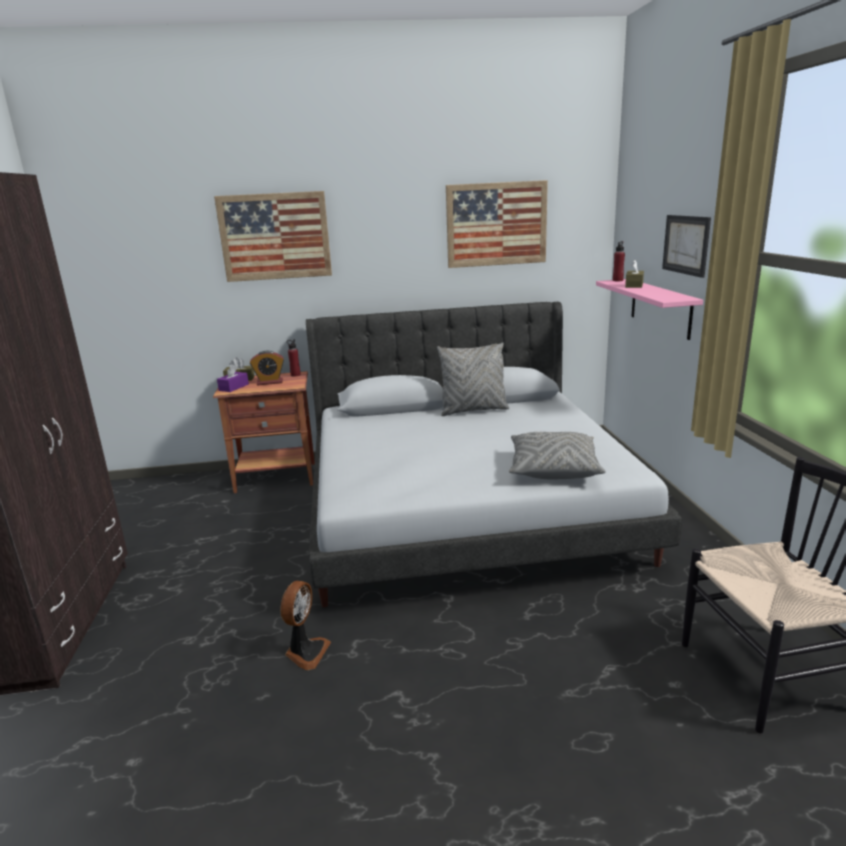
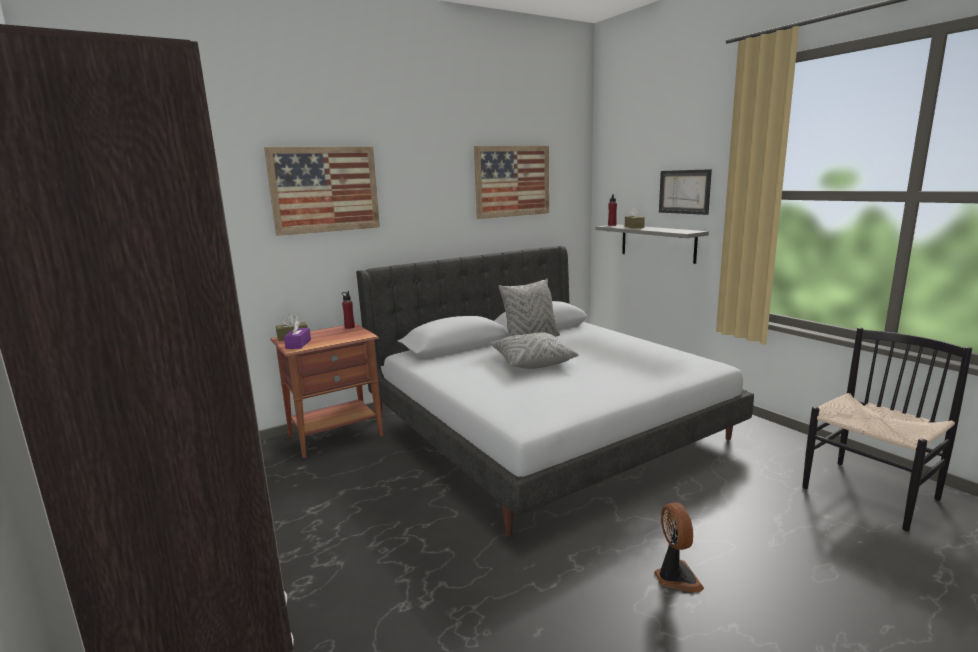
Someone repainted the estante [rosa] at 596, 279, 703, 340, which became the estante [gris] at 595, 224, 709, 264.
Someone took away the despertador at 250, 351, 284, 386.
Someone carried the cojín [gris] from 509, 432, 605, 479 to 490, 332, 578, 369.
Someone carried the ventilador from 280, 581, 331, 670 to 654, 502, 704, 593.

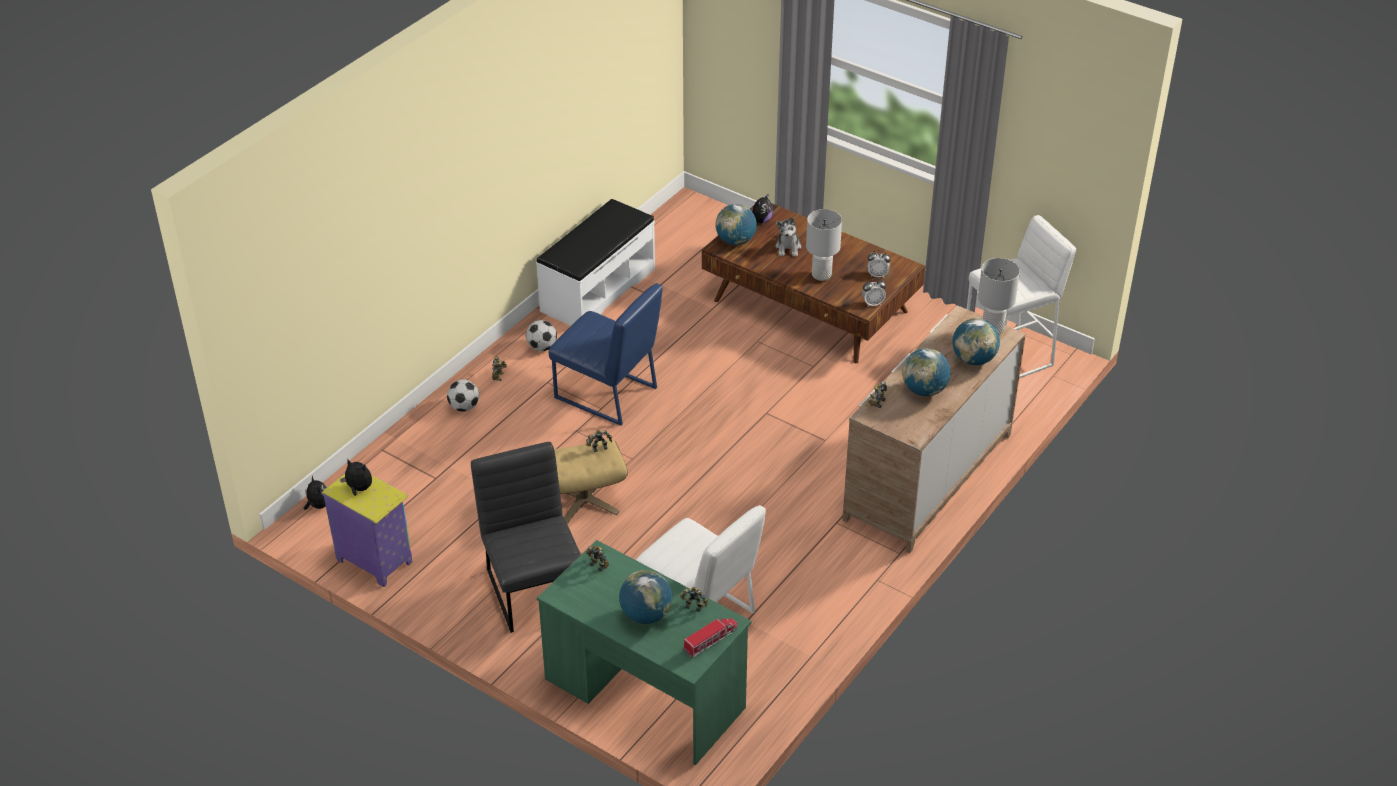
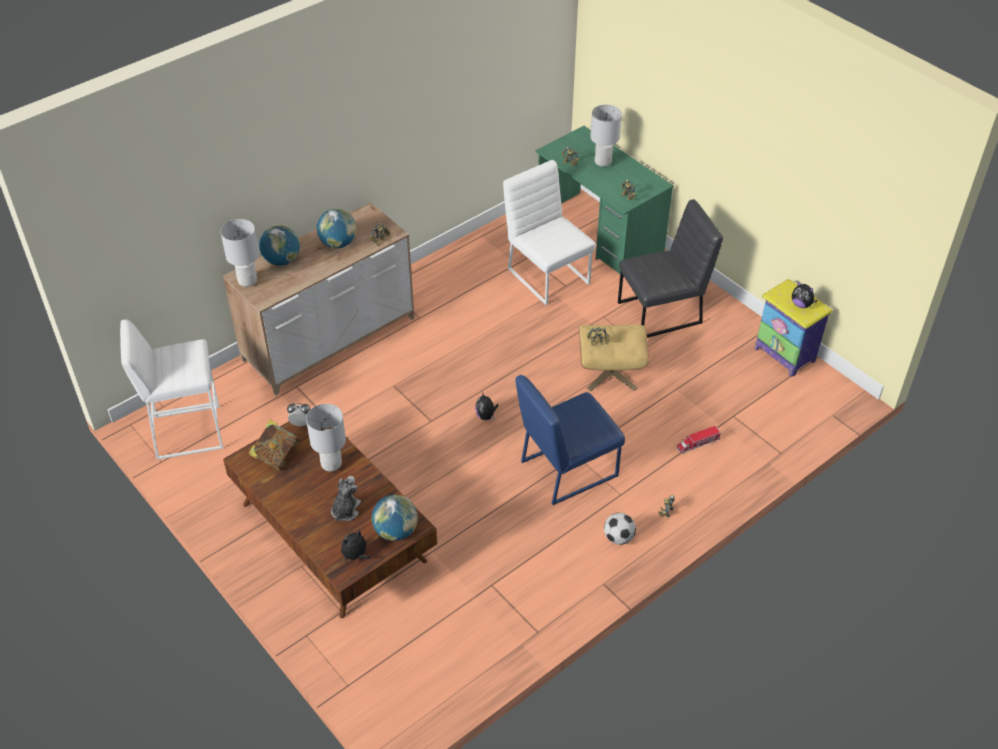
Someone took away the banco [blanco] at 536, 199, 655, 326.
Someone swapped the despertador at 867, 250, 891, 278 for the libro at 249, 420, 299, 470.
Someone rotated the silla [azul] at 549, 283, 663, 426 by 75 degrees counterclockwise.
Someone took away the balón de fútbol at 447, 379, 479, 412.
Someone rotated the silla [gris] at 471, 442, 581, 633 by 105 degrees counterclockwise.
Someone carried the peluche from 304, 475, 327, 510 to 475, 392, 498, 420.
Someone swapped the globo terráqueo at 619, 570, 672, 624 for the lámpara de mesa [gris] at 590, 105, 622, 167.
Someone carried the camión de juguete from 683, 617, 737, 658 to 677, 426, 721, 454.

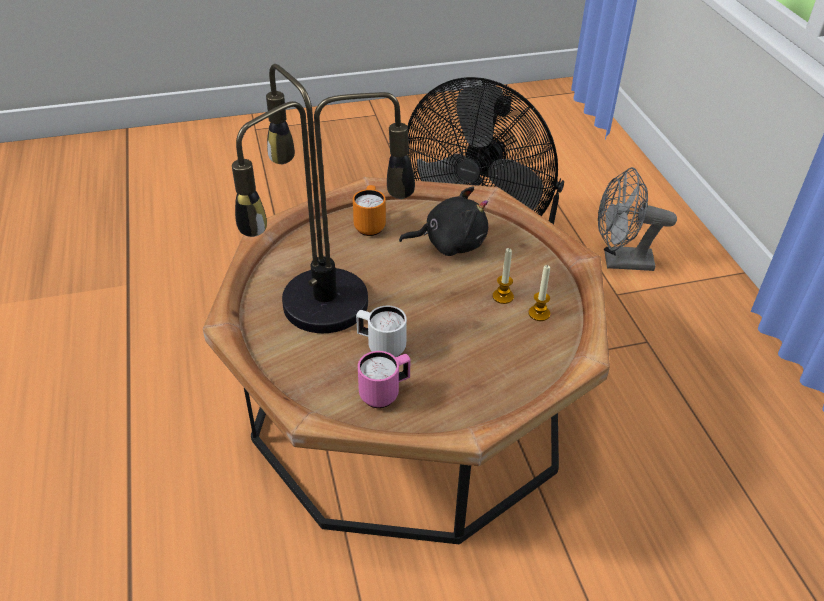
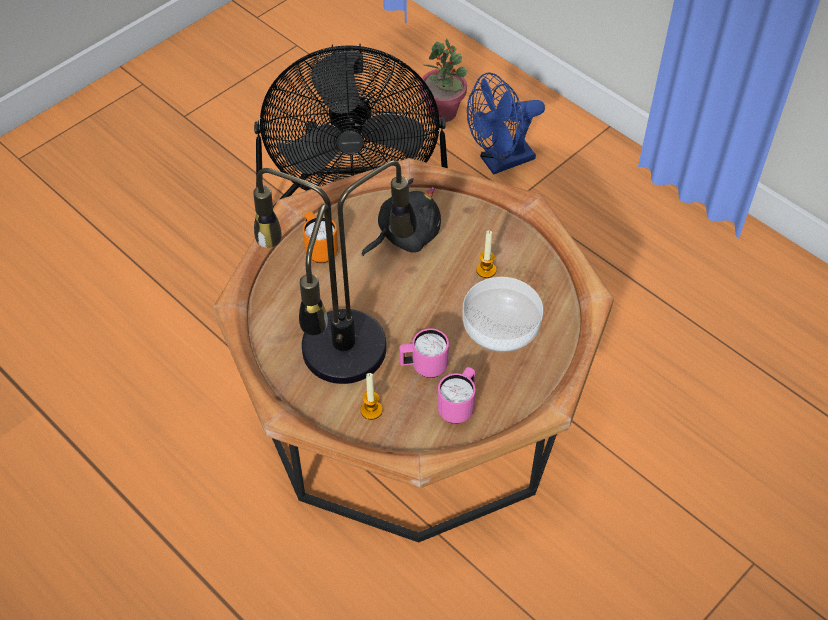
Someone repainted the ventilador [gris] at 598, 167, 677, 271, which became the ventilador [azul] at 467, 73, 545, 175.
Someone carried the vela from 529, 265, 550, 321 to 360, 373, 383, 420.
Someone repainted the taza grande [blanco] at 356, 306, 407, 357, which became the taza grande [rosa] at 400, 328, 449, 378.
Someone put down the planta en maceta at 419, 39, 467, 122.
Someone put down the cuenco at 462, 277, 543, 352.

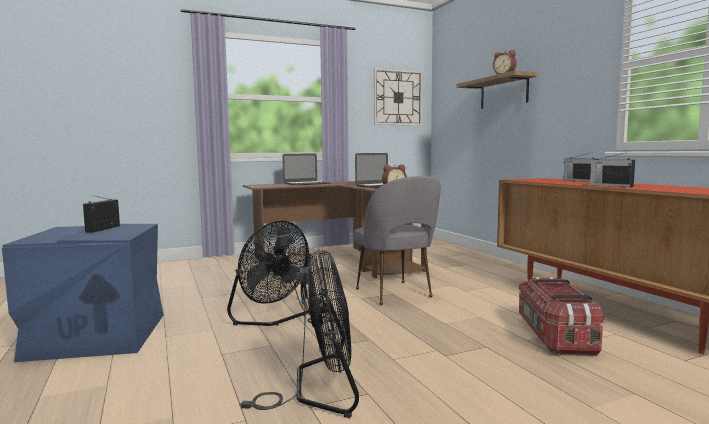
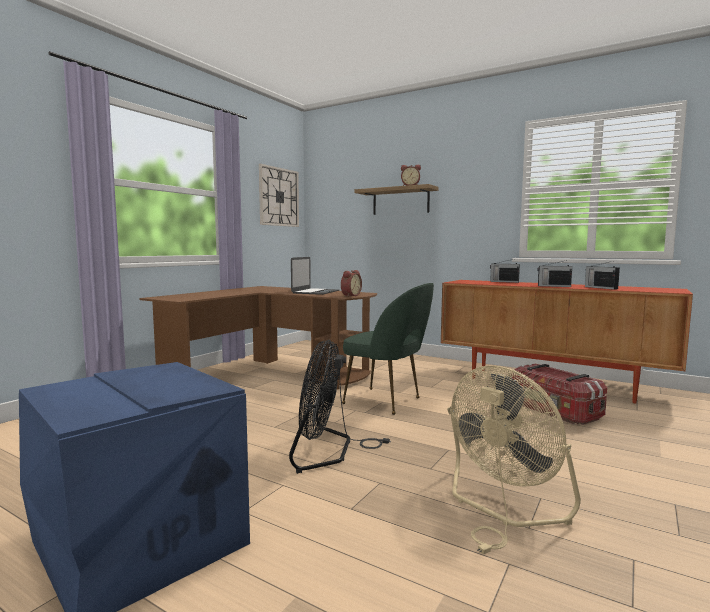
Someone took away the portátil at 282, 153, 330, 185.
Someone repainted the silla [gris] at 354, 176, 441, 305, which became the silla [verde] at 342, 283, 434, 415.
Someone carried the radio from 83, 195, 120, 233 to 585, 261, 620, 290.
Someone repainted the ventilador [negro] at 240, 249, 359, 419, which became the ventilador [beis] at 447, 366, 581, 554.

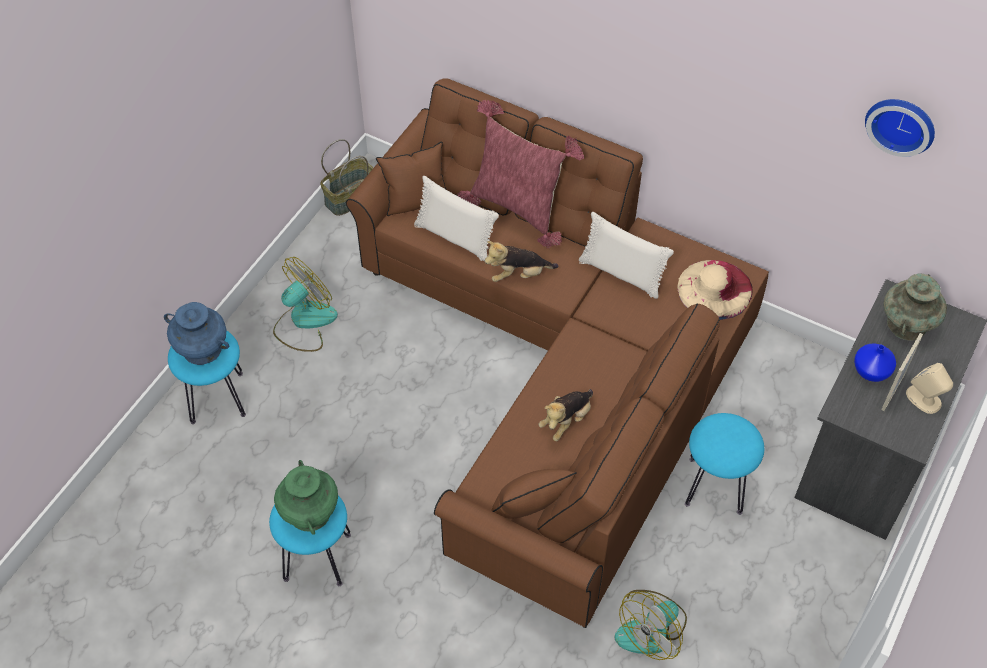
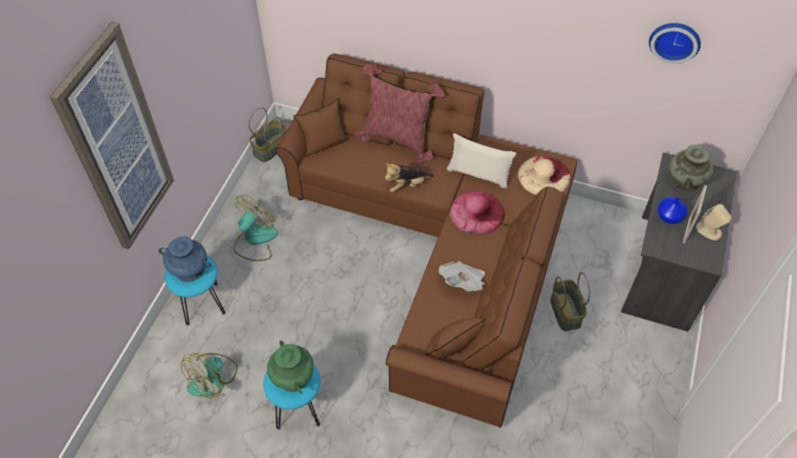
Someone took away the cojín [blanco] at 414, 176, 499, 262.
Someone swapped the peluche at 539, 389, 593, 441 for the periódico at 439, 261, 486, 292.
Someone swapped the taburete [turquesa] at 685, 413, 764, 515 for the cesta at 550, 272, 590, 331.
Someone carried the ventilador from 615, 590, 687, 660 to 181, 353, 238, 398.
Someone put up the cuadro at 49, 21, 174, 250.
Someone put down the sombrero [rosa] at 450, 191, 505, 235.

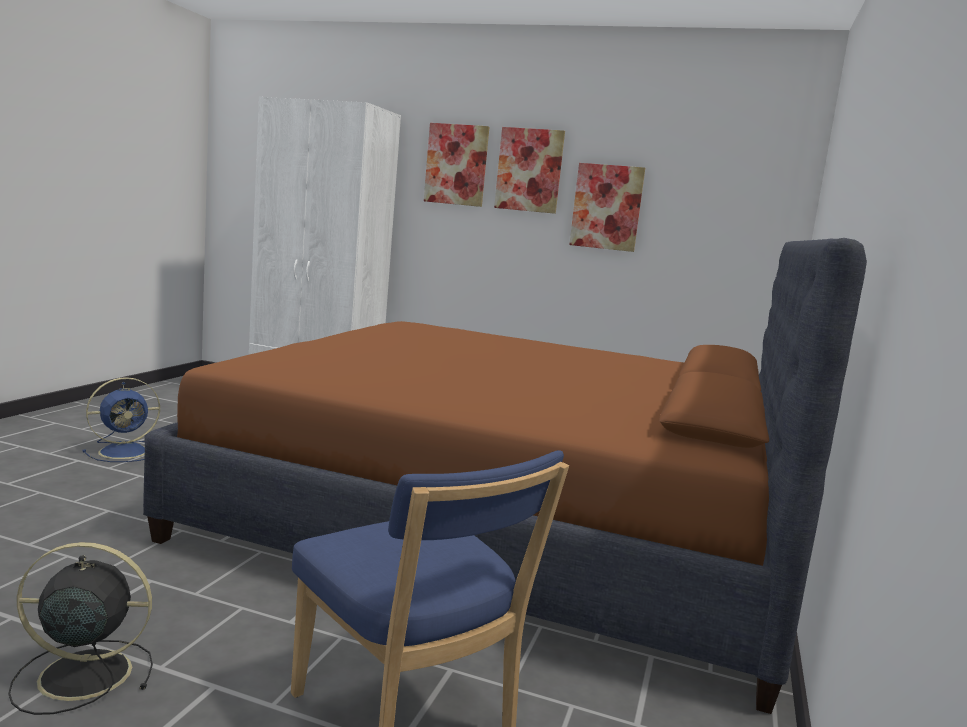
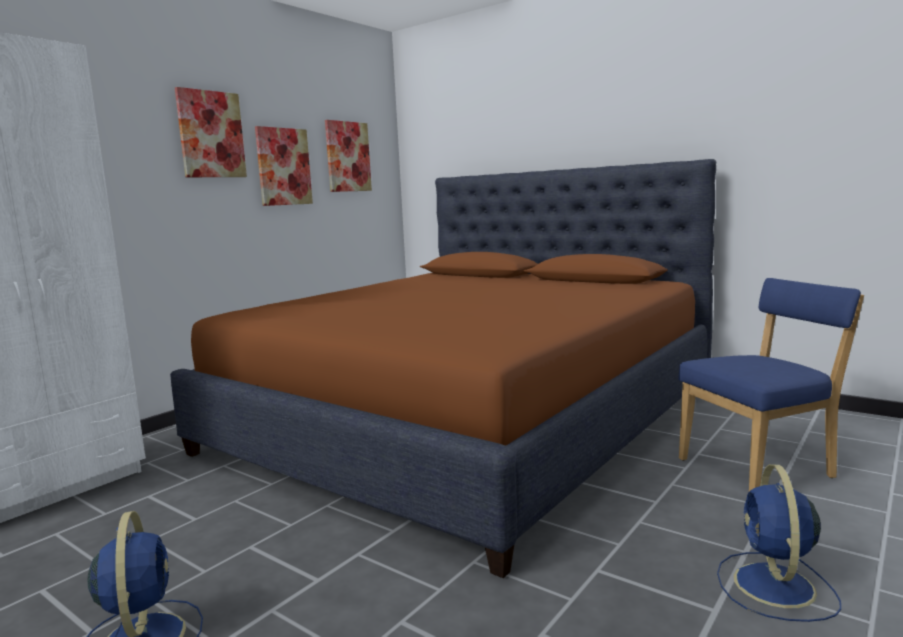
Someone carried the cuadro from 424, 123, 489, 207 to 325, 120, 372, 192.
Someone repainted the ventilador [negro] at 8, 542, 153, 715, which became the ventilador [azul] at 717, 464, 841, 622.

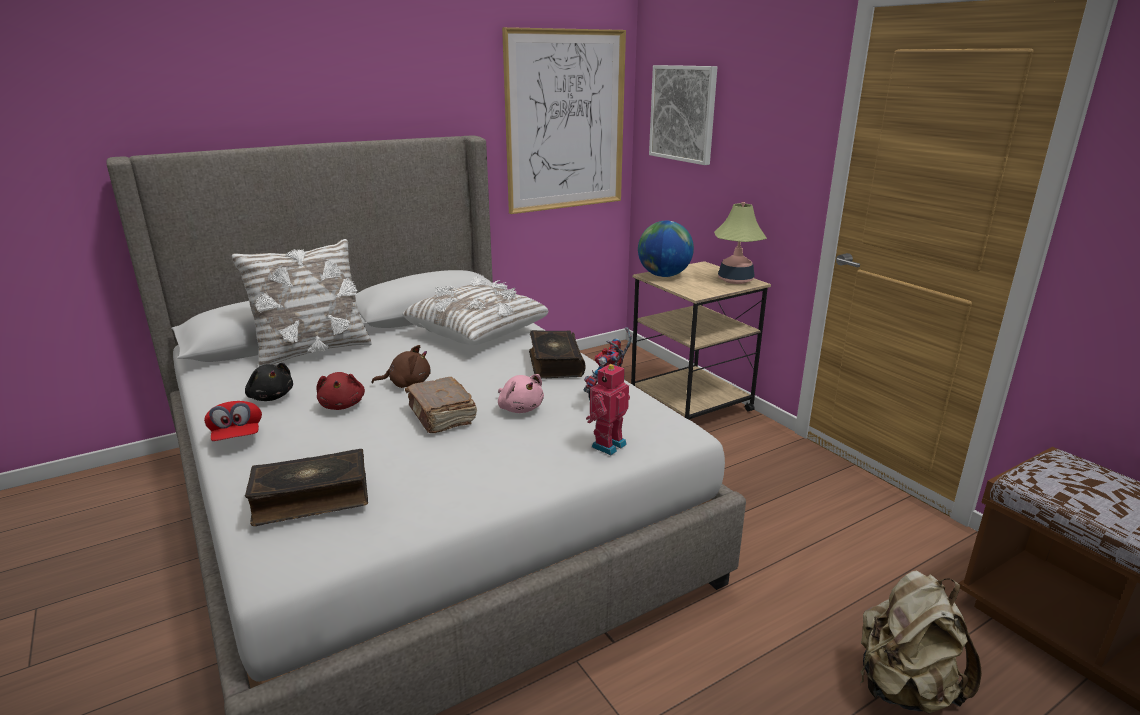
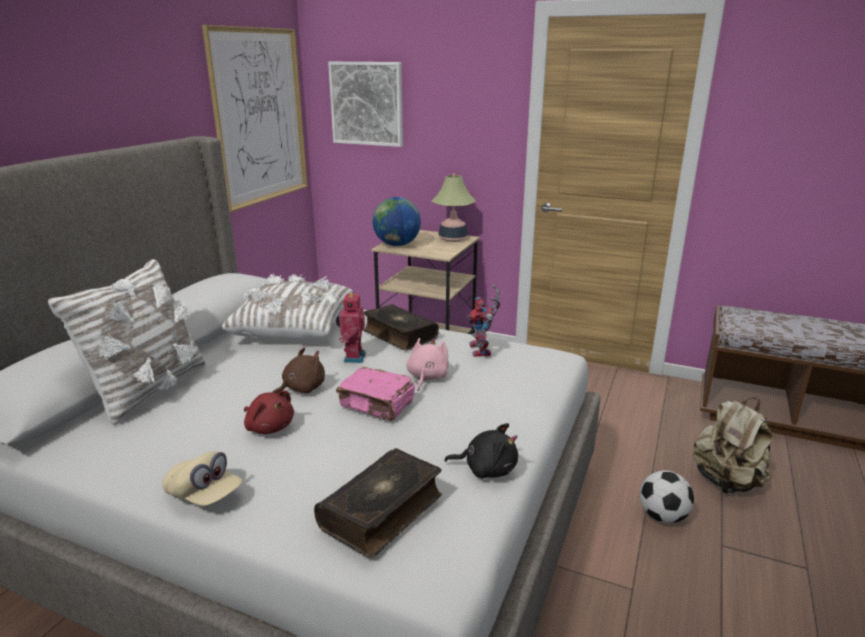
Someone carried the robot de juguete from 586, 362, 630, 455 to 336, 291, 366, 363.
Someone carried the peluche [negro] from 245, 363, 293, 401 to 444, 423, 518, 478.
Someone rotated the peluche [rosa] at 498, 374, 544, 413 by 90 degrees counterclockwise.
Someone repainted the libro [marrón] at 405, 377, 477, 433, which became the libro [rosa] at 336, 367, 415, 421.
Someone repainted the gorra [rojo] at 204, 401, 262, 441, which became the gorra [beis] at 162, 451, 242, 506.
Someone put down the balón de fútbol at 640, 470, 694, 523.

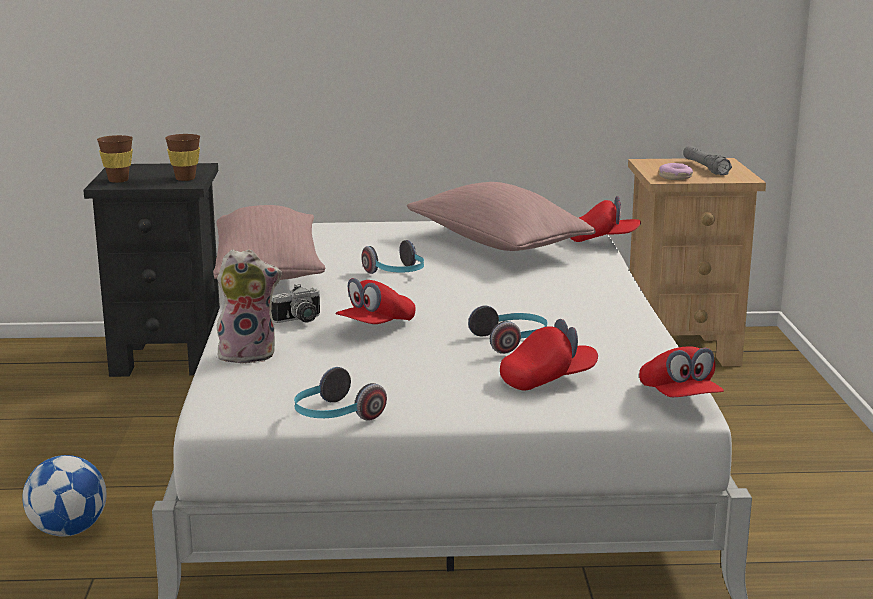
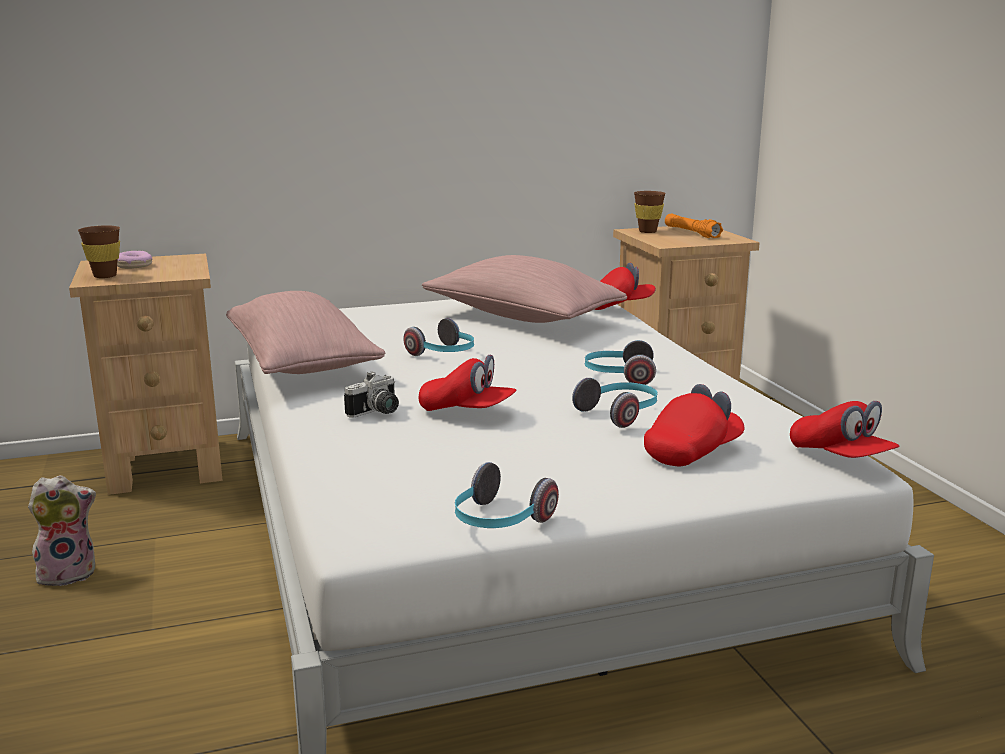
Someone carried the taza [marrón] from 165, 134, 200, 181 to 634, 191, 666, 233.
Someone repainted the linterna [gris] at 683, 146, 732, 175, which became the linterna [naranja] at 665, 214, 723, 238.
Someone repainted the mesita de noche [negro] at 83, 163, 220, 377, which became the mesita de noche [beis] at 69, 253, 223, 495.
Someone carried the rosquilla from 659, 163, 693, 180 to 117, 251, 152, 269.
Someone carried the peluche from 216, 249, 282, 364 to 28, 475, 96, 586.
Someone rotated the gorra [rojo] at 335, 278, 416, 324 by 90 degrees counterclockwise.
Someone took away the balón de fútbol at 22, 455, 107, 537.
Someone put down the auriculares at 585, 340, 656, 385.

